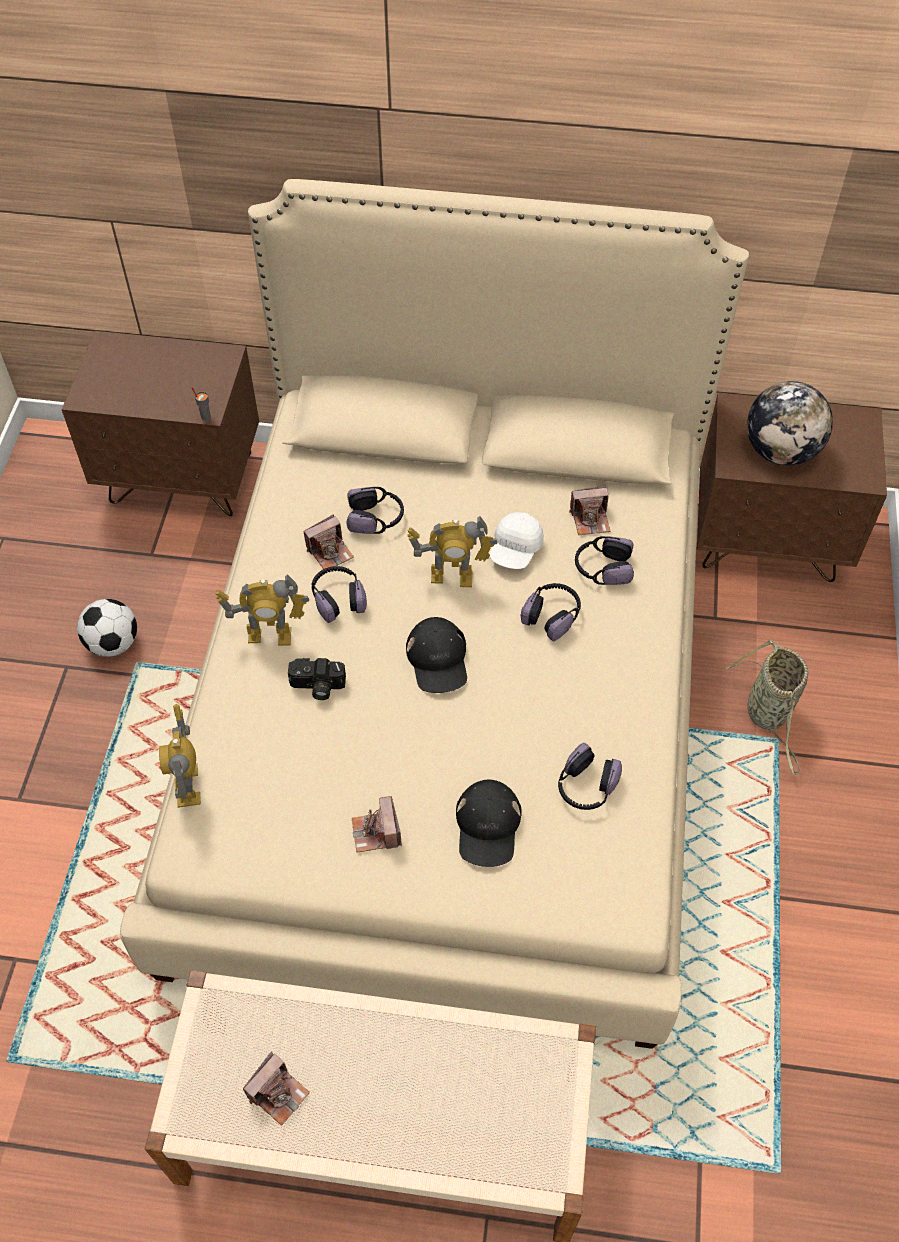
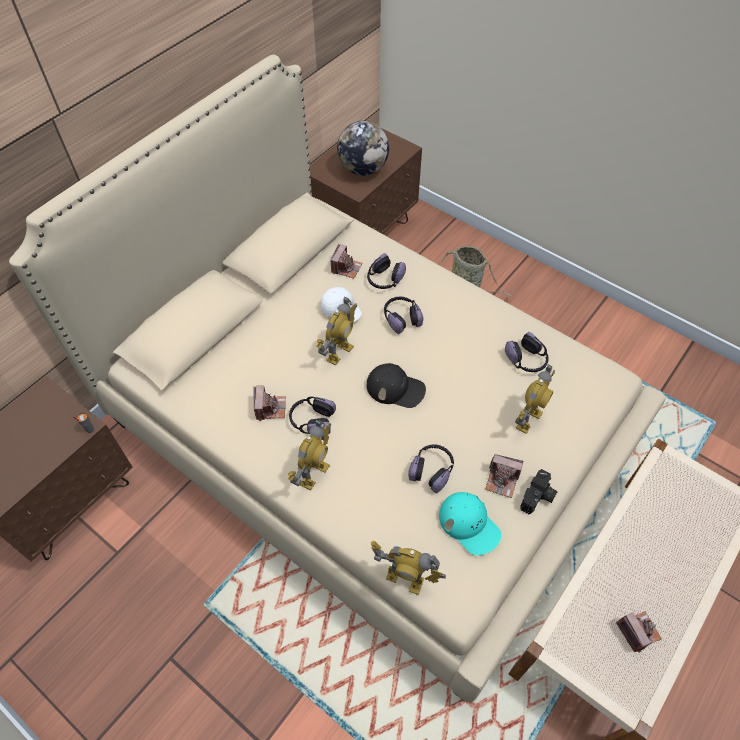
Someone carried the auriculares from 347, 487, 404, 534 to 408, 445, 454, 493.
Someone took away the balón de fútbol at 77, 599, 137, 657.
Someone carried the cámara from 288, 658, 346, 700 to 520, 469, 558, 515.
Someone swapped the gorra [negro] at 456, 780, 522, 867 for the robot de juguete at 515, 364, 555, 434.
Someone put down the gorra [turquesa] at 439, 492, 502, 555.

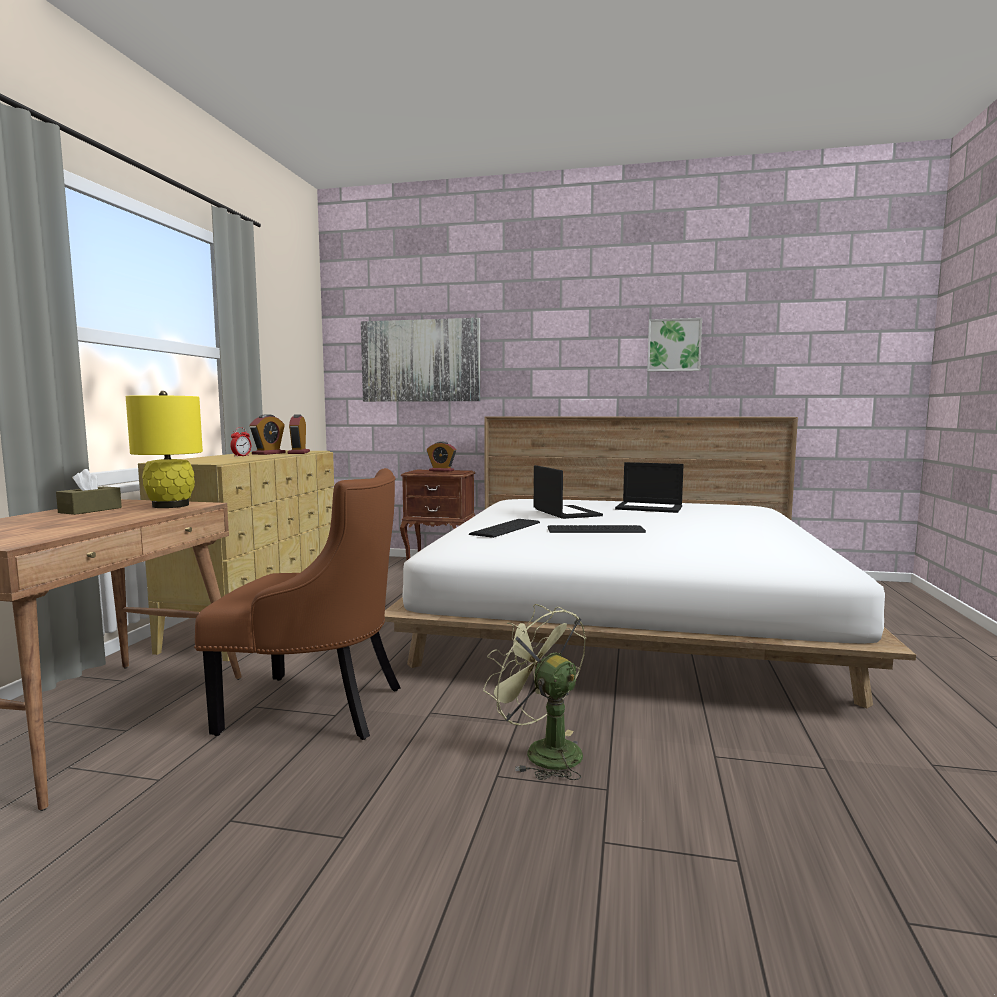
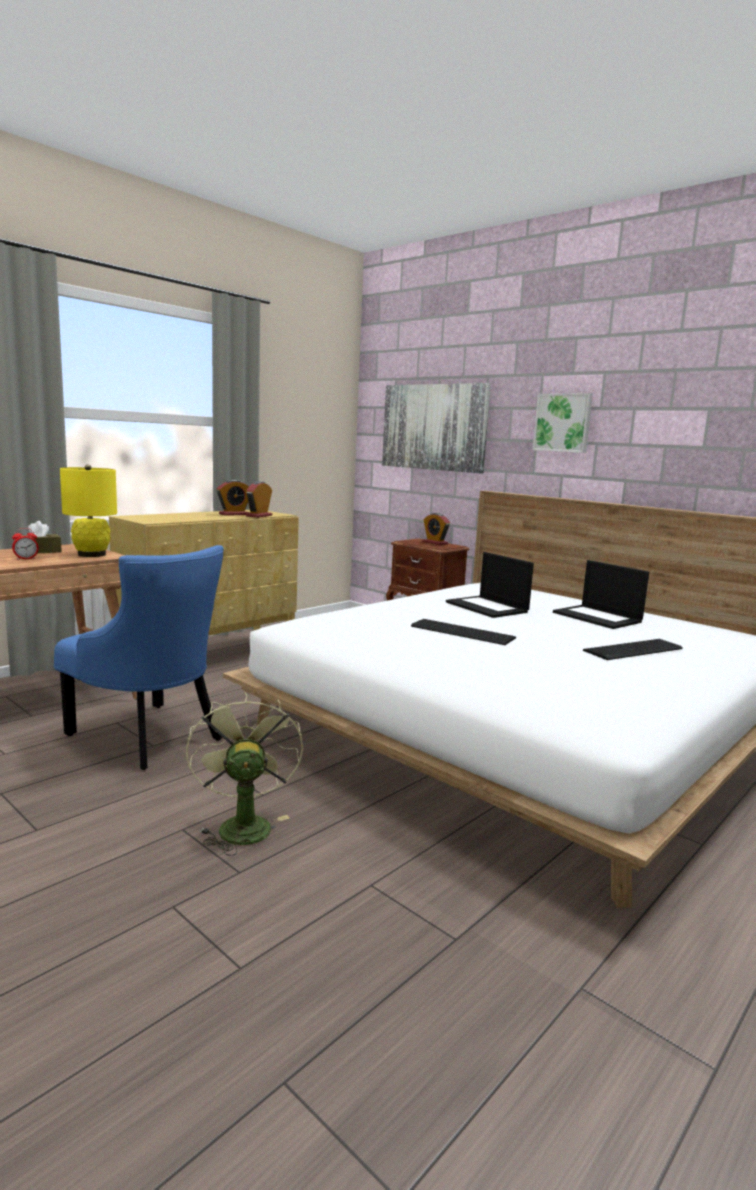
Someone carried the cuadro from 647, 318, 702, 372 to 533, 393, 593, 453.
Someone carried the despertador from 230, 427, 251, 457 to 12, 528, 39, 560.
Someone rotated the portátil at 534, 465, 603, 519 by 135 degrees clockwise.
Someone repainted the silla [marrón] at 194, 468, 401, 740, which became the silla [azul] at 53, 545, 224, 770.
Someone carried the teclado from 469, 519, 540, 538 to 583, 639, 683, 660.

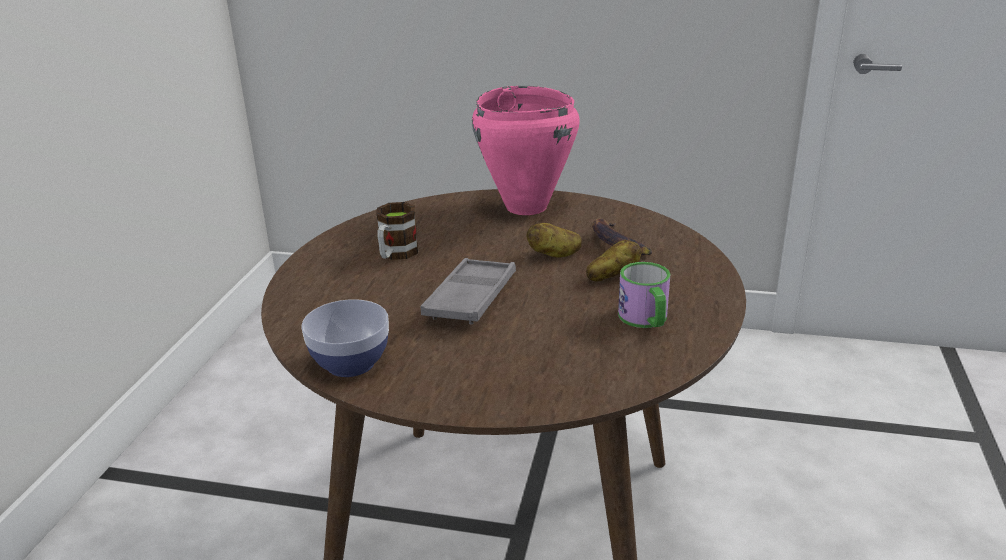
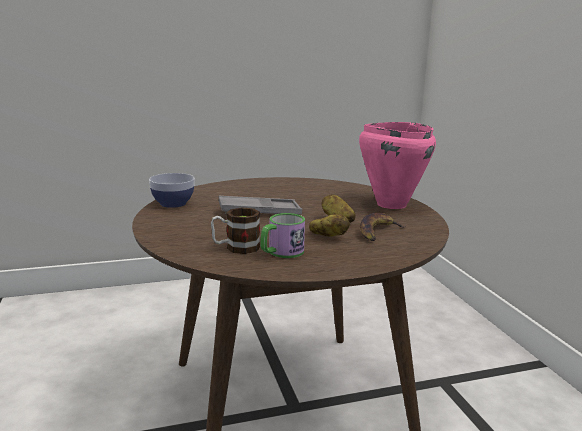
Someone carried the taza grande from 376, 202, 418, 260 to 211, 207, 260, 254.

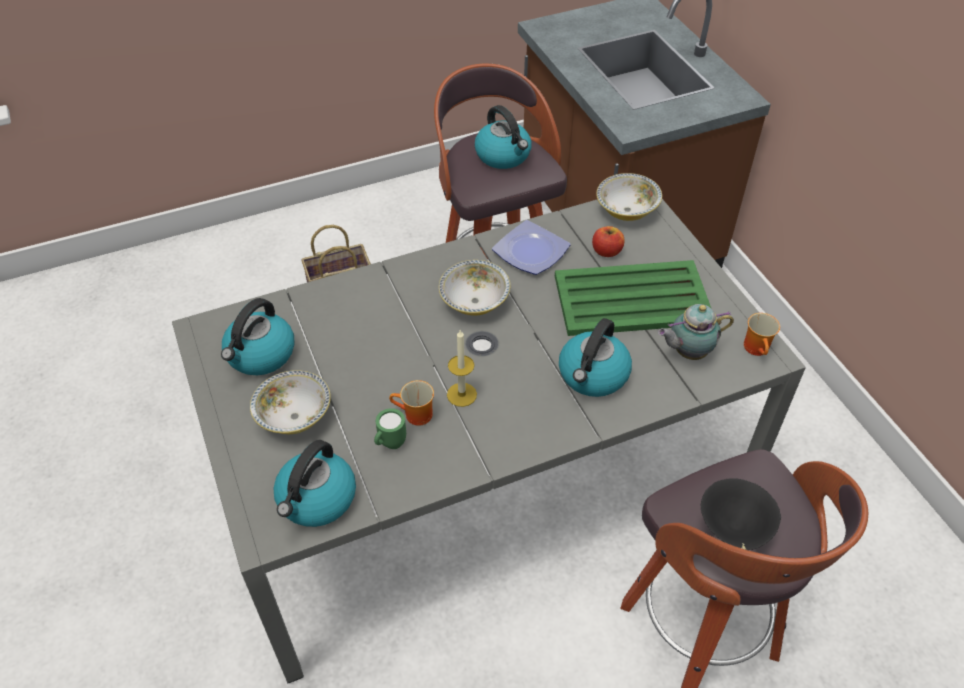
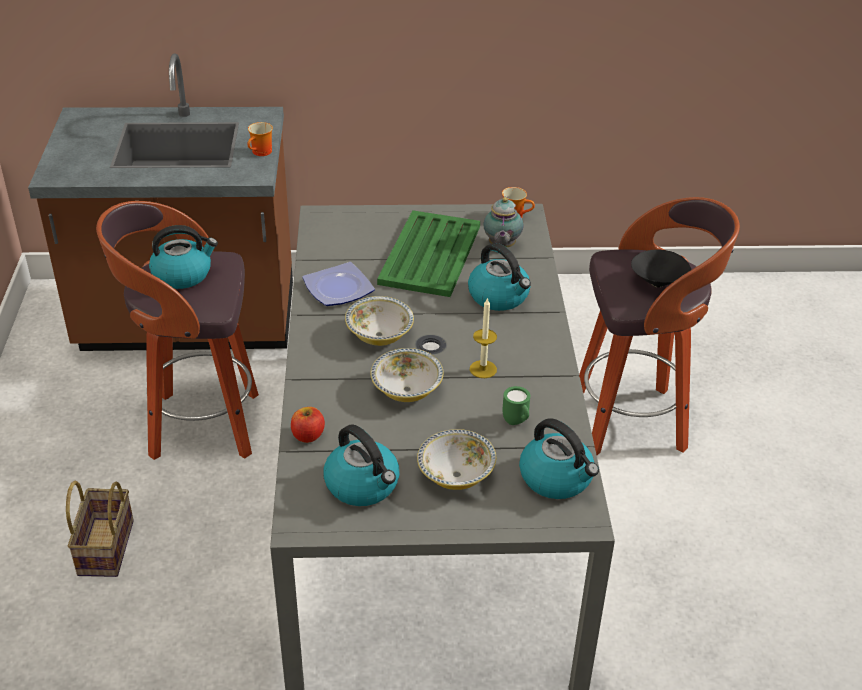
Someone carried the cuenco from 596, 173, 662, 221 to 370, 348, 443, 402.
Someone carried the manzana from 592, 226, 624, 257 to 291, 407, 325, 443.
Someone carried the taza grande from 389, 380, 434, 426 to 247, 122, 273, 156.

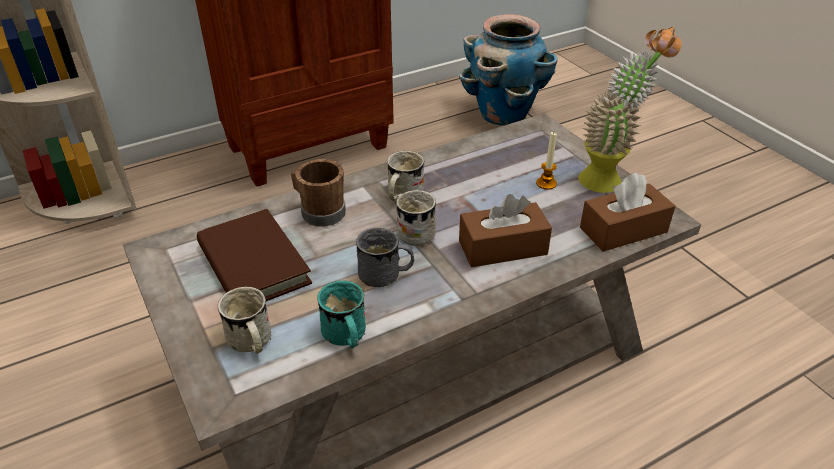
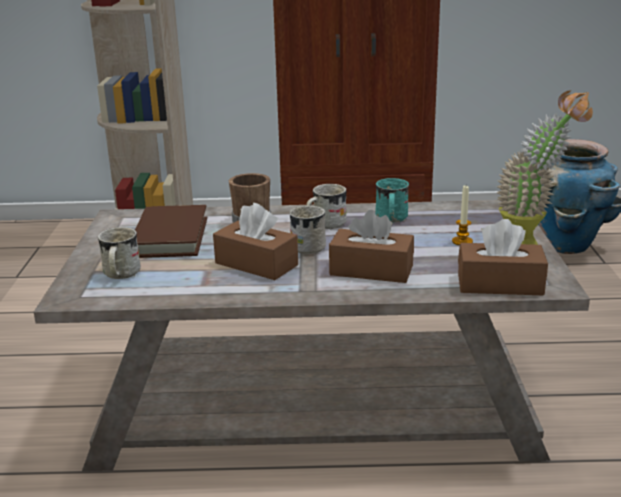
Someone swapped the taza grande [gris] at 356, 228, 414, 287 for the caja de pañuelos [marrón] at 213, 203, 298, 280.
Someone carried the taza grande [turquesa] from 317, 281, 366, 348 to 375, 178, 409, 222.

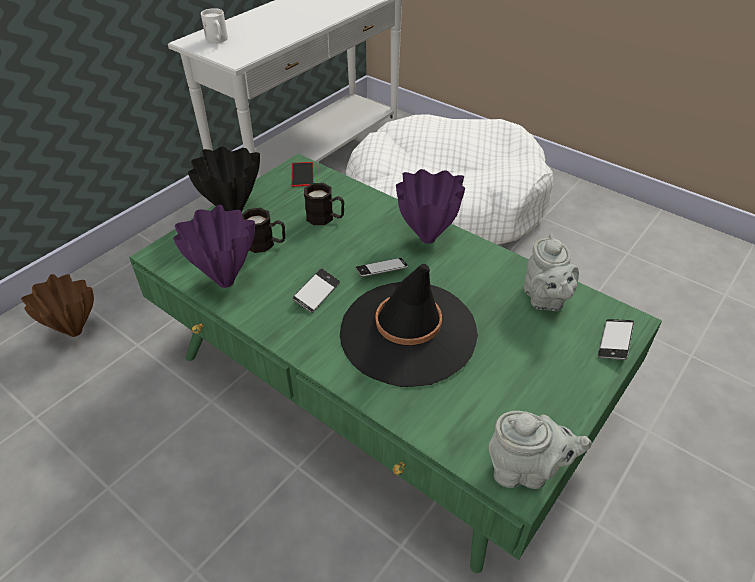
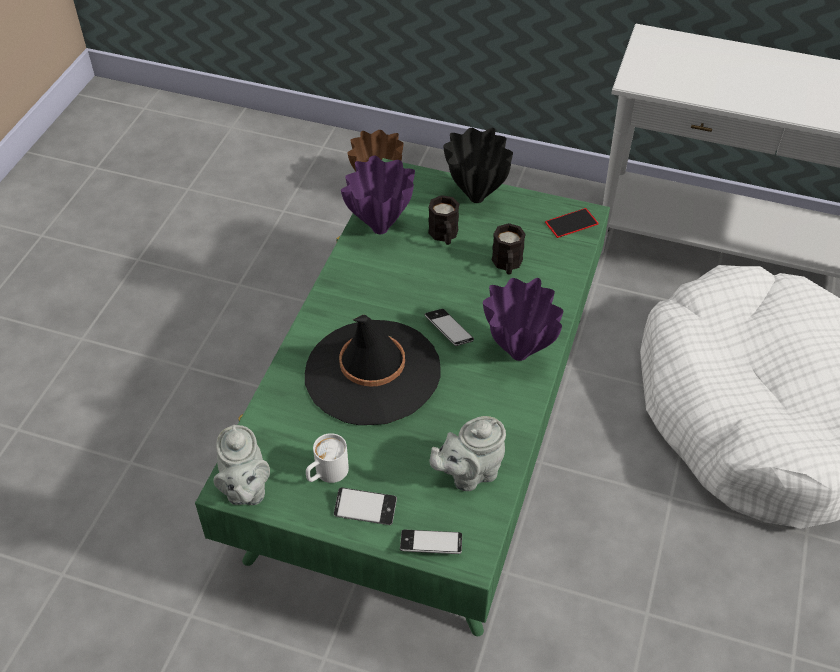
Someone carried the taza grande [blanco] from 201, 8, 228, 43 to 306, 433, 349, 483.
Someone carried the móvil from 292, 268, 340, 313 to 334, 487, 397, 525.

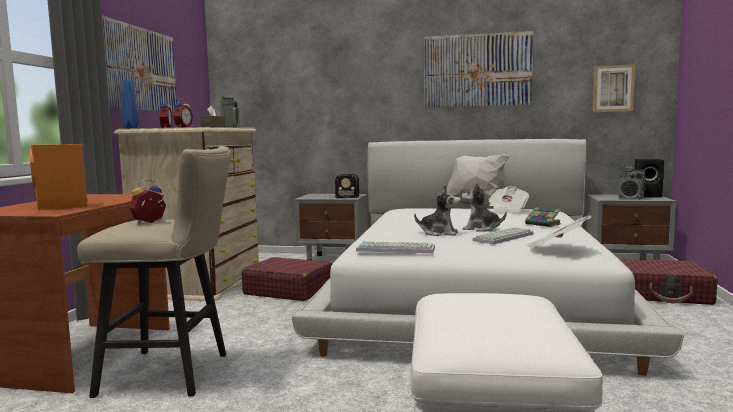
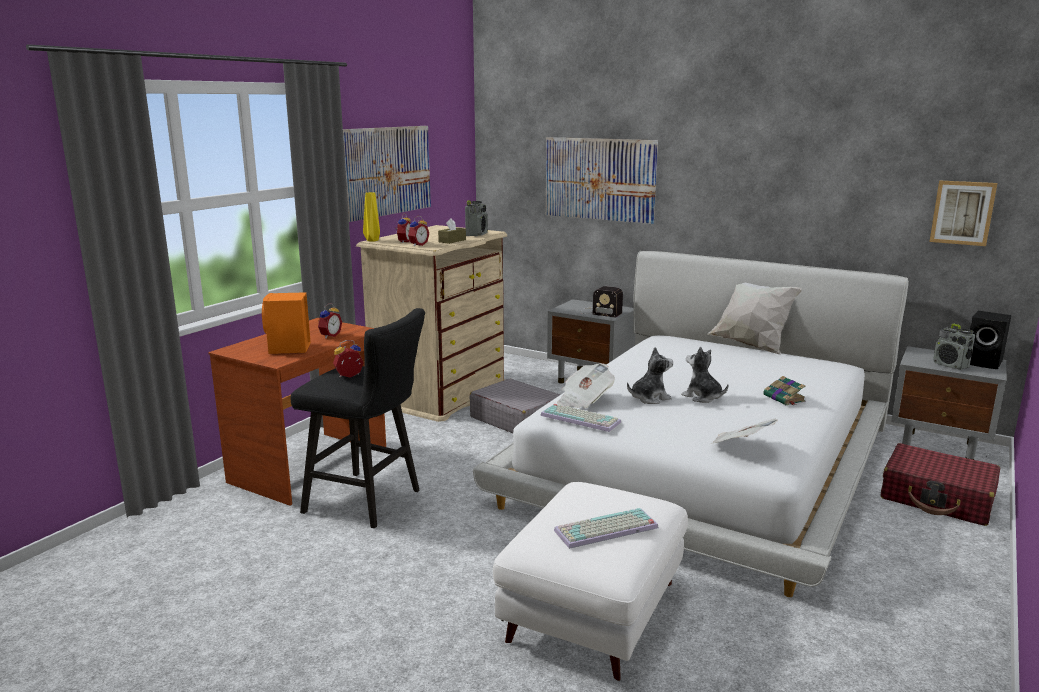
Someone carried the cuadro from 424, 31, 533, 108 to 546, 137, 658, 224.
Someone repainted the florero [azul] at 121, 80, 139, 129, which became the florero [amarillo] at 363, 192, 380, 242.
Someone repainted the taburete [beis] at 77, 147, 231, 398, which became the taburete [negro] at 290, 308, 425, 528.
Someone rotated the peluche at 414, 185, 461, 236 by 60 degrees counterclockwise.
Someone carried the periódico from 488, 186, 530, 215 to 557, 363, 615, 408.
Someone carried the teclado from 472, 227, 534, 244 to 554, 508, 658, 549.
Someone repainted the maleta [rojo] at 241, 257, 332, 301, which became the maleta [gris] at 469, 379, 561, 433.
Someone put down the despertador at 318, 303, 342, 338.

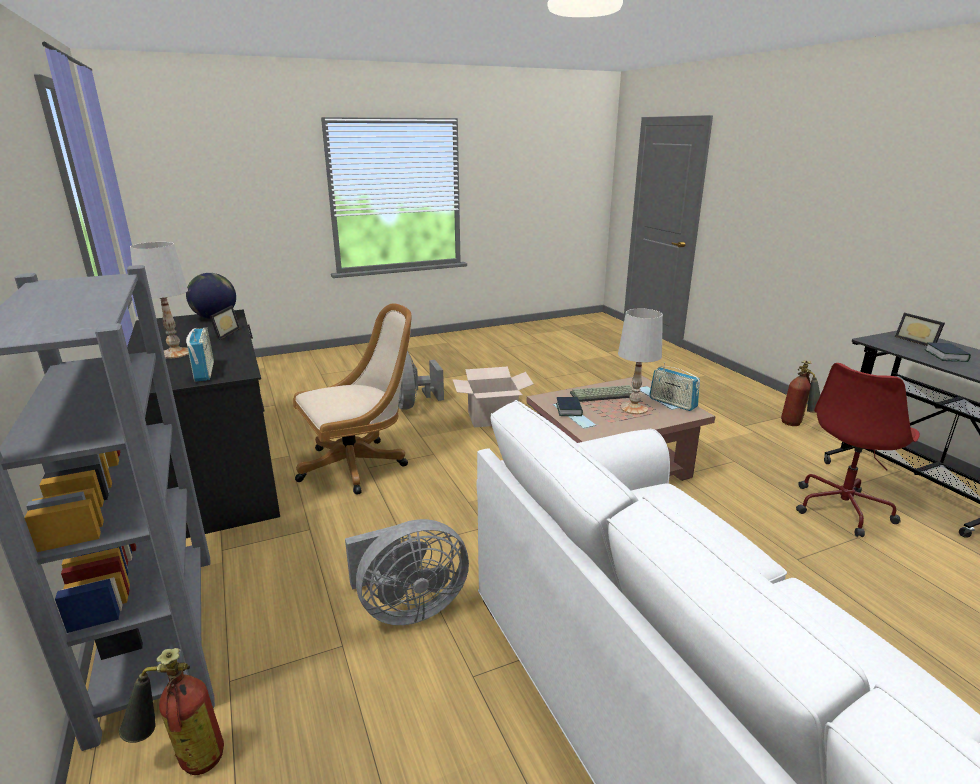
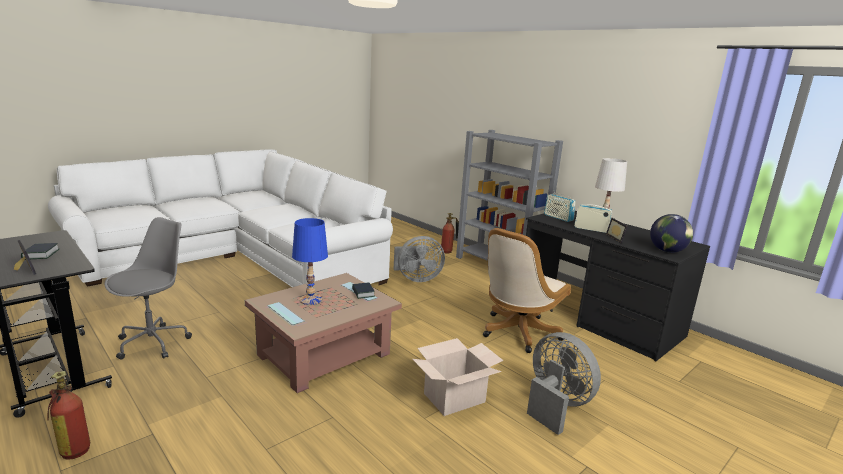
Someone repainted the lámpara de mesa [blanco] at 618, 308, 663, 414, which became the lámpara de mesa [azul] at 292, 218, 328, 305.
Someone carried the radio from 649, 362, 700, 411 to 574, 204, 612, 233.
Someone repainted the silla de oficina [rojo] at 796, 363, 920, 537, which became the silla de oficina [gris] at 105, 217, 192, 359.
Someone took away the teclado at 570, 385, 633, 402.
Someone rotated the ventilador [gris] at 345, 519, 469, 625 by 150 degrees counterclockwise.

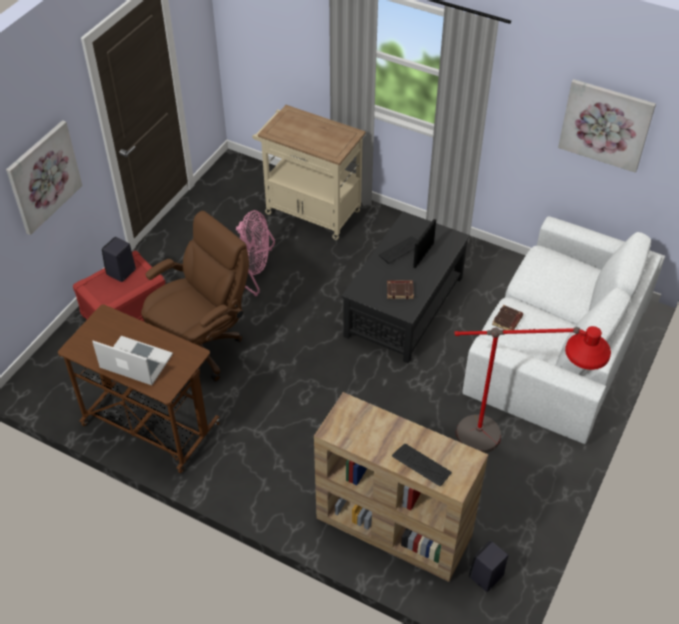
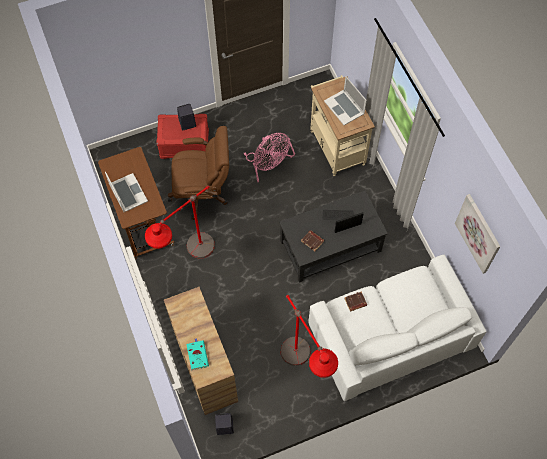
Someone took away the cuadro at 6, 120, 82, 235.
Someone swapped the teclado at 392, 444, 452, 486 for the libro [turquesa] at 186, 338, 209, 370.
Someone put down the portátil at 324, 76, 367, 125.
Someone put down the lámpara de pie [rojo] at 145, 186, 215, 259.

